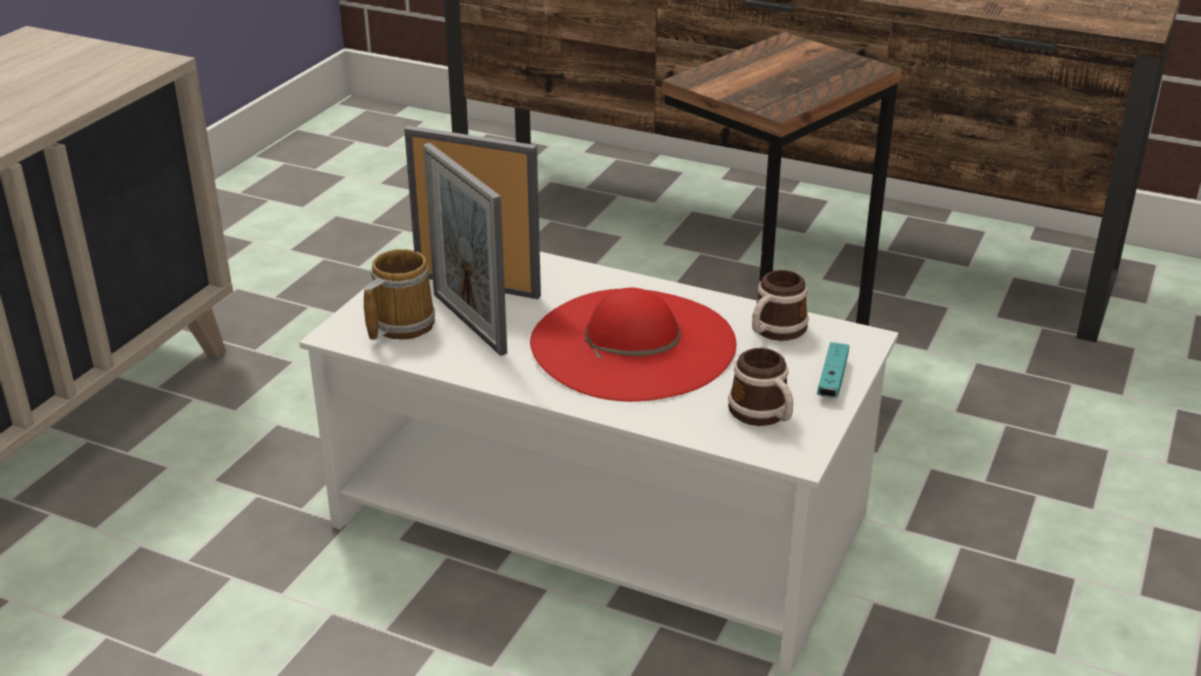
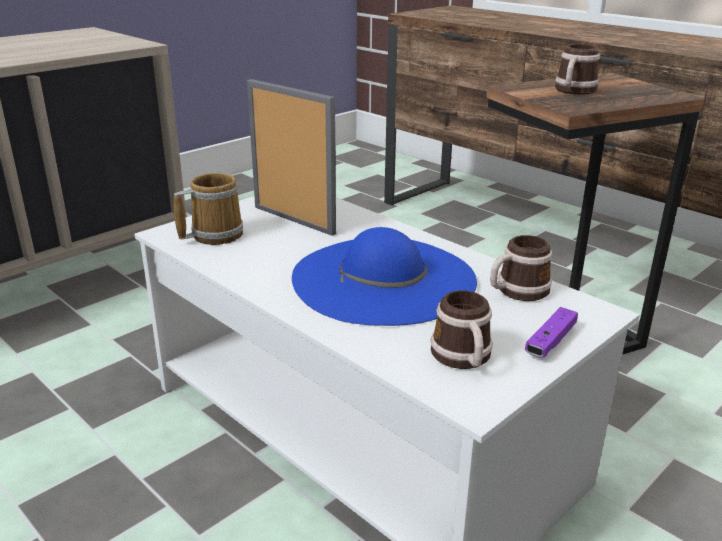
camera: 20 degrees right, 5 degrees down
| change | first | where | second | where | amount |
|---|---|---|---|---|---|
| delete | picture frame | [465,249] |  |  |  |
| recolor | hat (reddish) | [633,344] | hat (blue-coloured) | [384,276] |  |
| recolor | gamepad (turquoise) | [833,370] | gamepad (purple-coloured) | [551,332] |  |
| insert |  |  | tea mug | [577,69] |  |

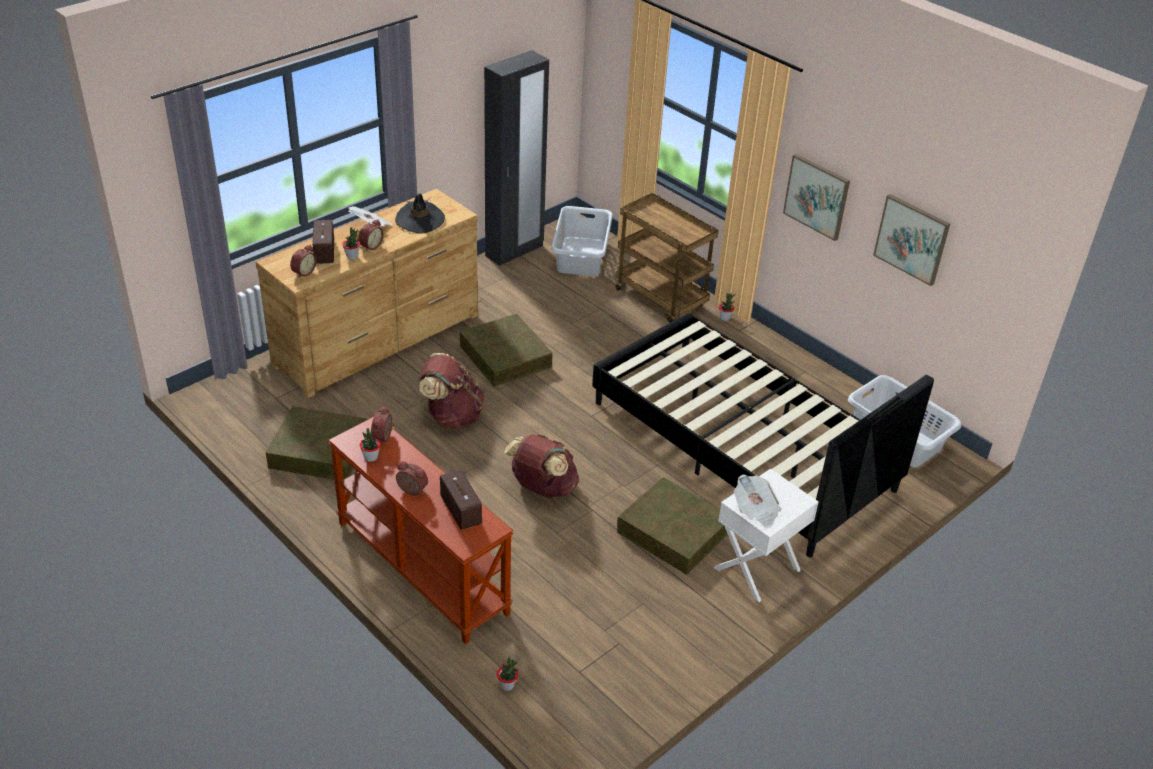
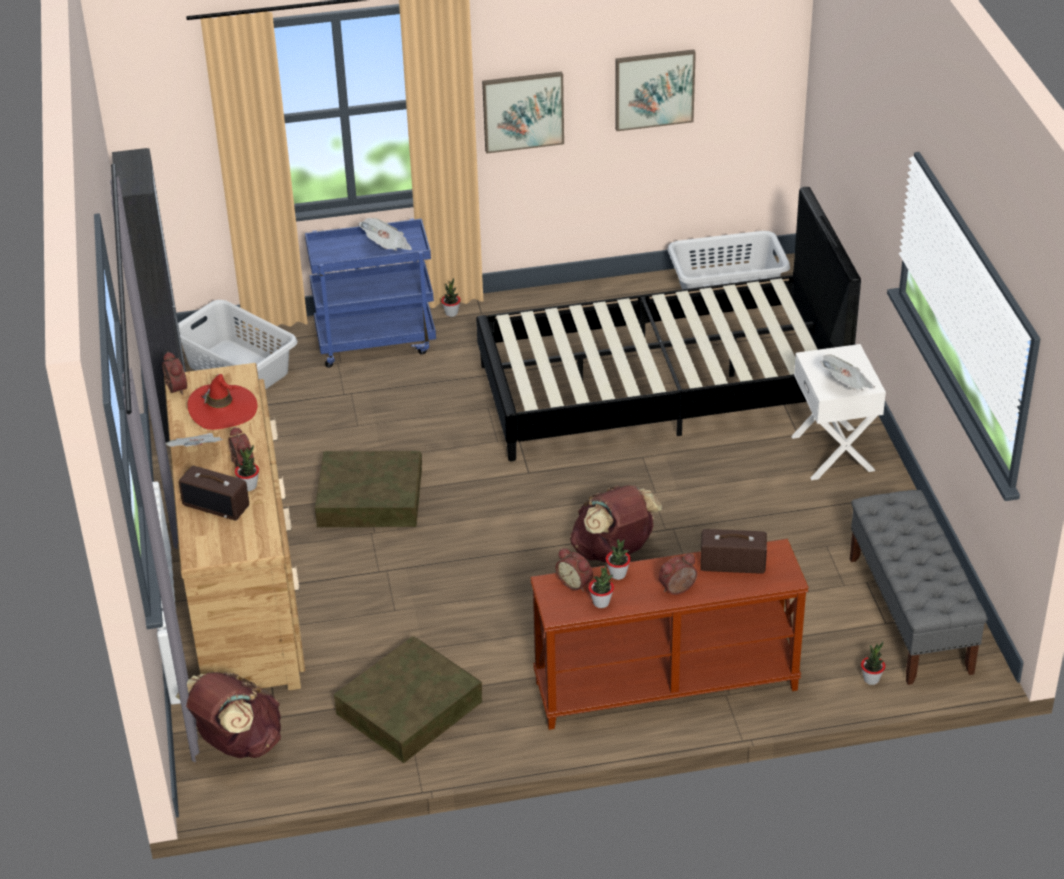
camera: 55 degrees left, 0 degrees up
| change | first | where | second | where | amount |
|---|---|---|---|---|---|
| recolor | cart (brown) | [667,258] | cart (blue-coloured) | [370,293] |  |
| recolor | hat (black-coloured) | [420,213] | hat (reddish) | [222,402] |  |
| move | bedside clock | [303,261] |  | [174,373] |  |
| move | knapsack (brown) | [452,391] |  | [228,715] |  |
| delete | storage box (brown) | [672,526] |  |  |  |
| insert |  |  | daily paper | [385,234] |  |
| insert |  |  | long seat (grey) | [919,587] |  |
| insert |  |  | potted plant | [618,559] |  |

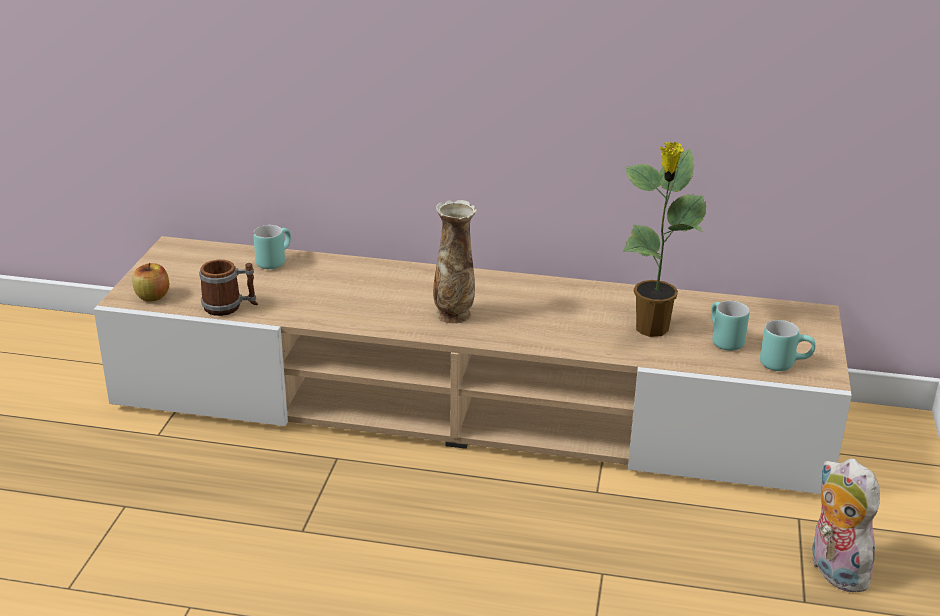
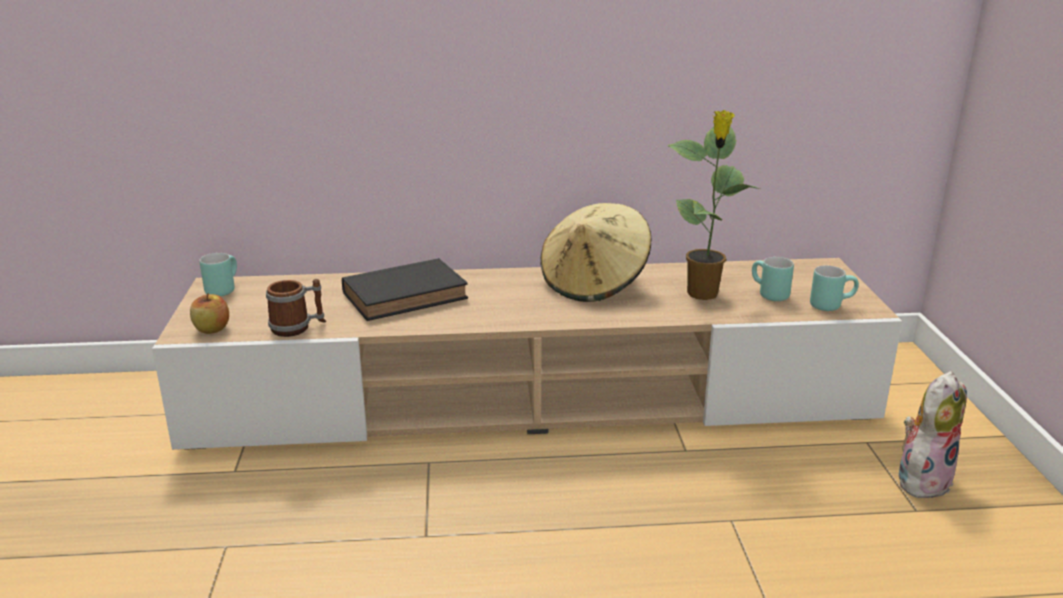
camera: 15 degrees left, 5 degrees down
| change | first | where | second | where | amount |
|---|---|---|---|---|---|
| delete | decorative vase | [455,262] |  |  |  |
| move | tea mug (turquoise) | [272,247] |  | [218,274] |  |
| rotate | soft toy | [846,525] |  | [933,434] | 90 degrees clockwise |
| insert |  |  | hat (sand-coloured) | [596,252] |  |
| insert |  |  | volume (black-coloured) | [405,289] |  |

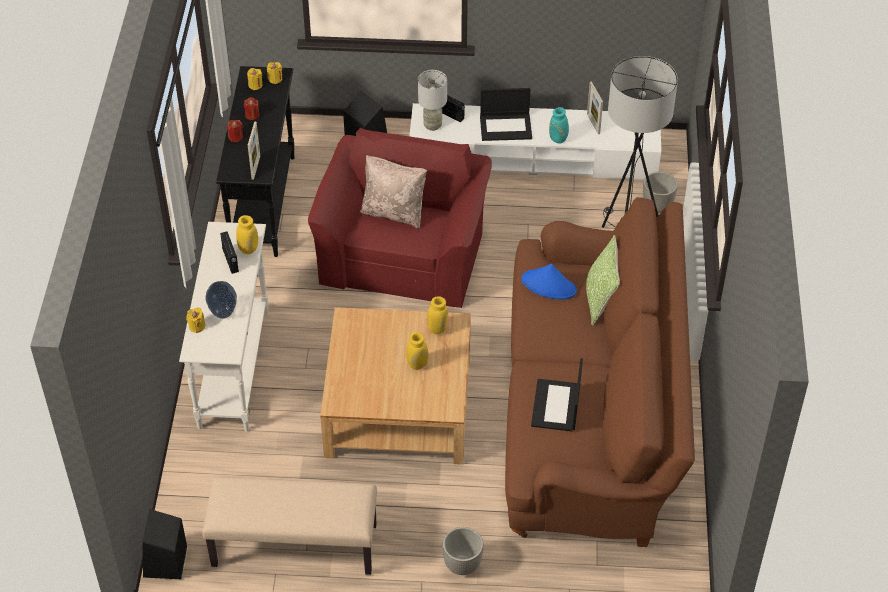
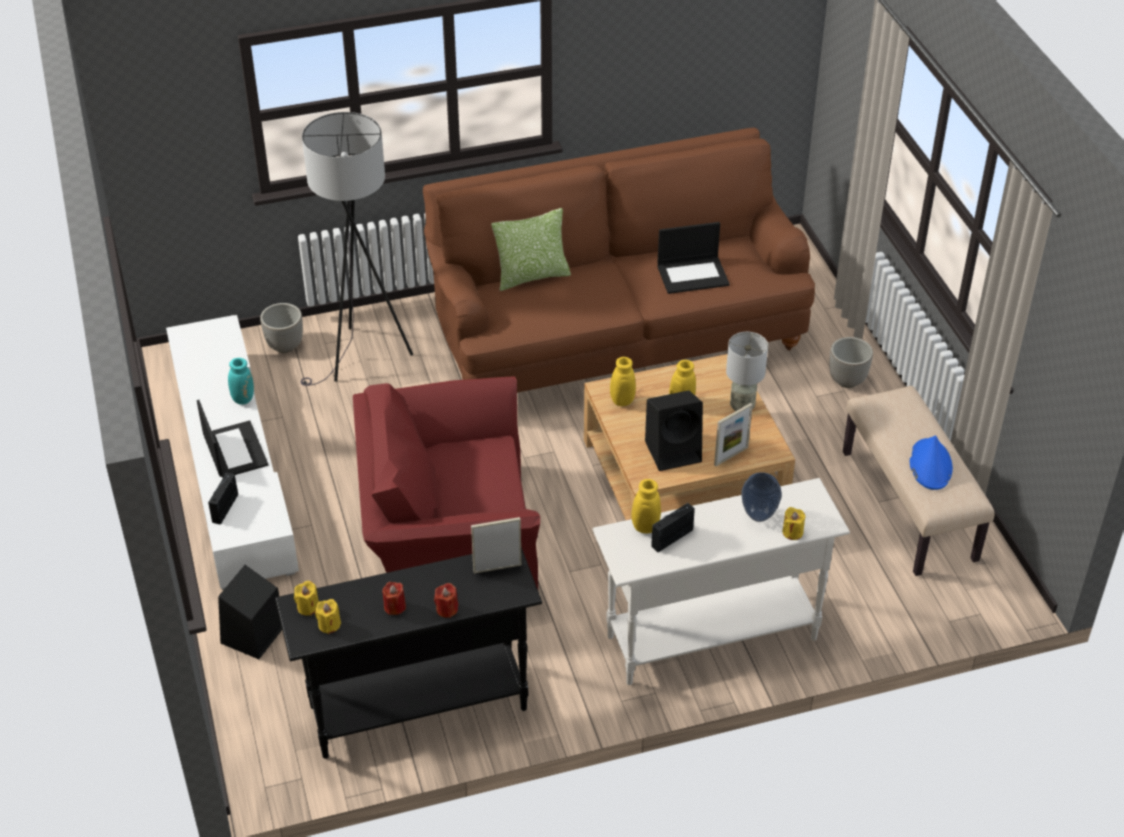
camera: 110 degrees left, 5 degrees down
| change | first | where | second | where | amount |
|---|---|---|---|---|---|
| move | tabletop lamp (grey) | [432,100] |  | [747,371] |  |
| move | picture frame | [595,107] |  | [733,434] |  |
| delete | cushion (sand-coloured) | [393,192] |  |  |  |
| move | hat (blue-coloured) | [549,281] |  | [931,462] |  |
| move | loudspeaker (black-coloured) | [164,544] |  | [674,430] |  |

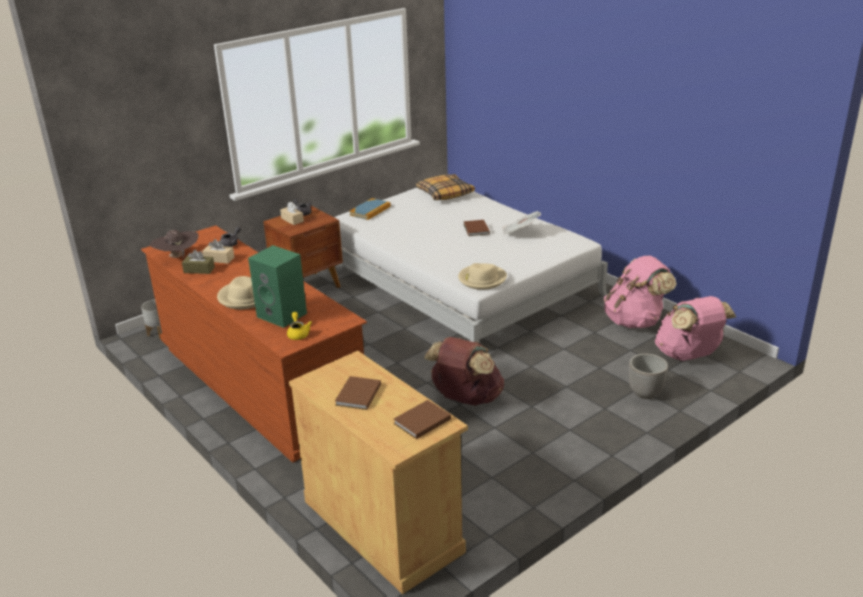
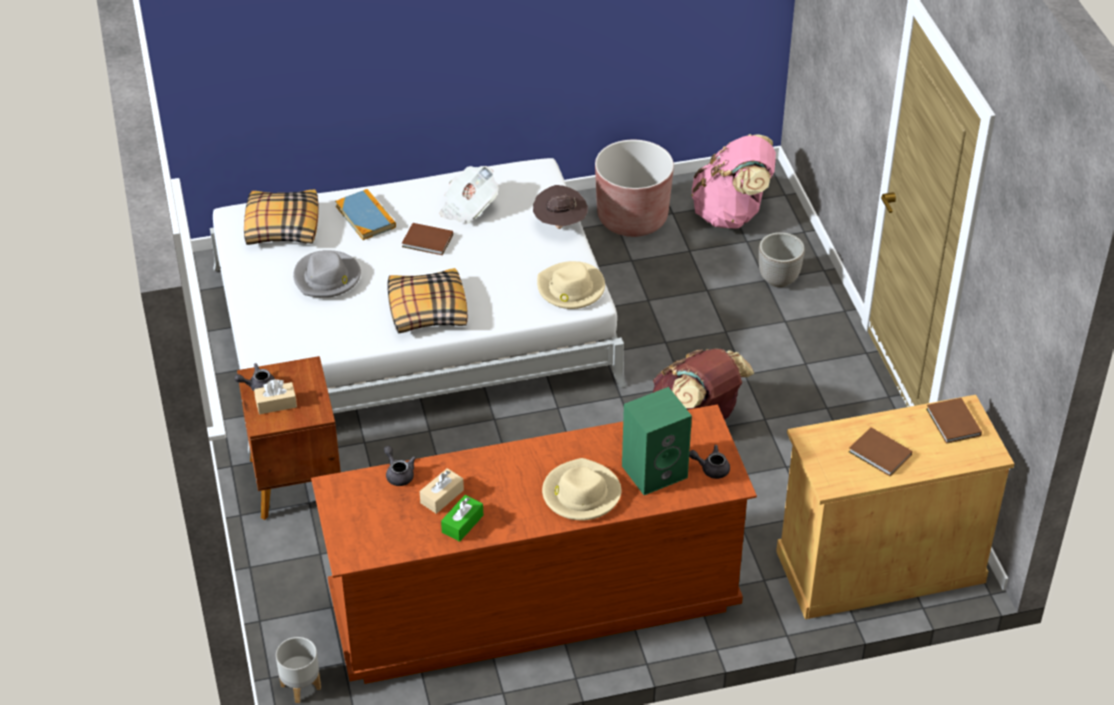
camera: 65 degrees left, 15 degrees up
| change | first | where | second | where | amount |
|---|---|---|---|---|---|
| move | volume | [370,209] |  | [365,214] |  |
| move | hat (brown) | [174,244] |  | [560,207] |  |
| recolor | tissue holder (brown) | [198,262] | tissue holder (greenish) | [462,518] |  |
| replace | knapsack (pink-coloured) | [640,292] | planter (brown) | [634,188] |  |
| recolor | pot for tea (yellowish) | [299,326] | pot for tea (grey) | [709,462] |  |
| insert |  |  | hat (grey) | [327,274] |  |
| insert |  |  | cushion | [428,300] |  |

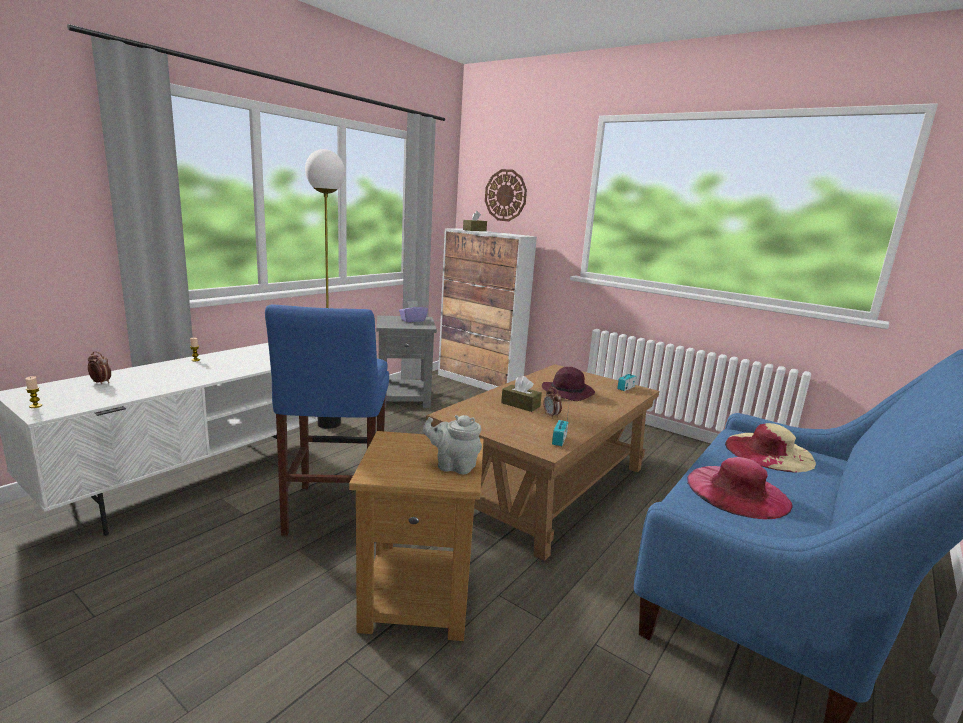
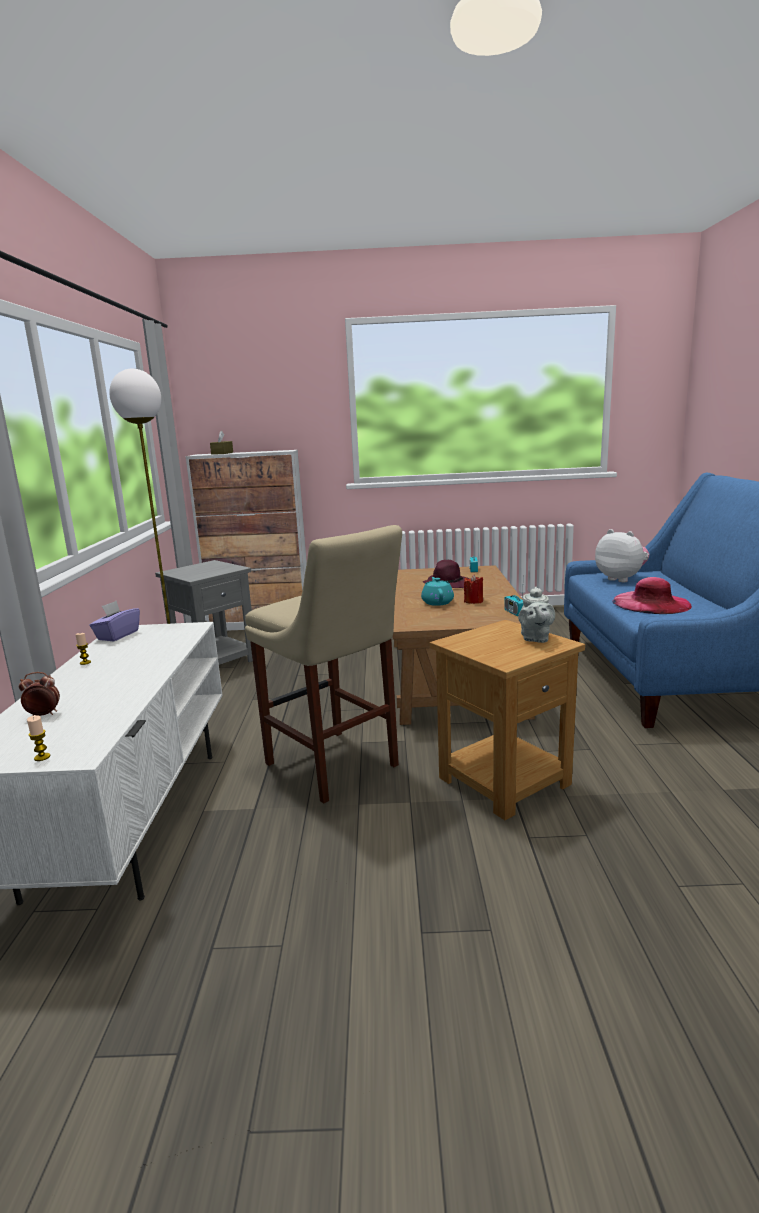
camera: 35 degrees left, 0 degrees up
| change | first | where | second | where | amount |
|---|---|---|---|---|---|
| delete | wall clock | [506,195] |  |  |  |
| move | tissue holder (purple-coloured) | [413,311] |  | [115,621] |  |
| recolor | sitting stool (blue-coloured) | [327,420] | sitting stool (sand-coloured) | [323,664] |  |
| replace | tissue holder (brown) | [521,394] | pot for tea (turquoise) | [437,591] |  |
| replace | bedside clock | [553,403] | wax light (reddish) | [473,589] |  |
| rotate | pot for tea (grey) | [452,444] |  | [536,615] | 60 degrees counterclockwise |
| replace | hat (sand-coloured) | [770,448] | soft toy | [622,555] |  |

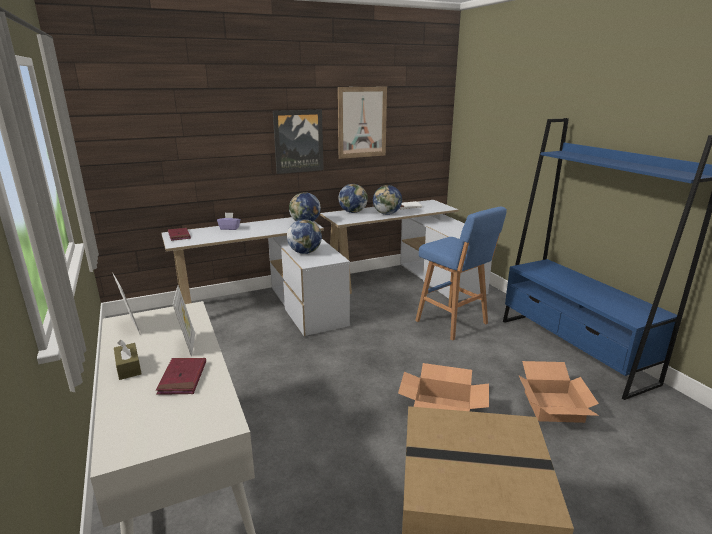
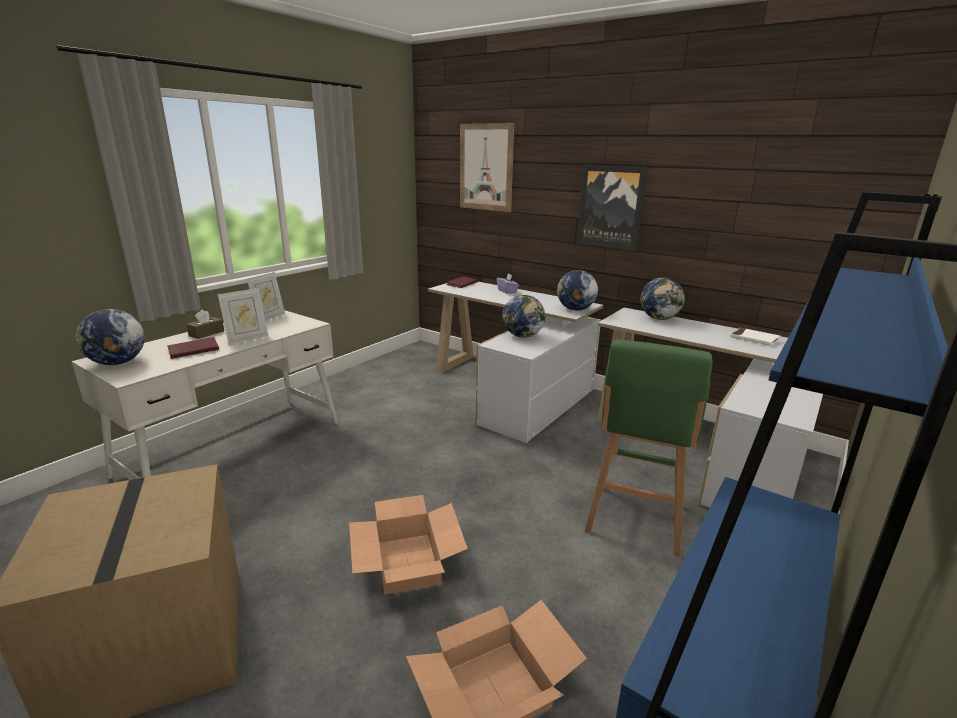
camera: 60 degrees right, 0 degrees up
| change | first | where | second | where | amount |
|---|---|---|---|---|---|
| move | picture | [362,123] |  | [487,167] |  |
| move | desk globe | [387,200] |  | [110,337] |  |
| recolor | sitting stool (blue-coloured) | [461,273] | sitting stool (greenish) | [648,448] |  |

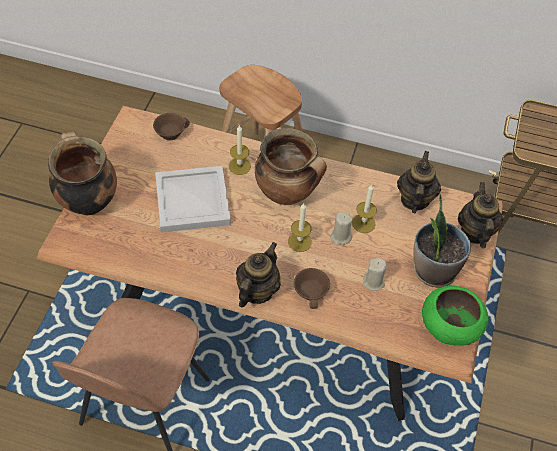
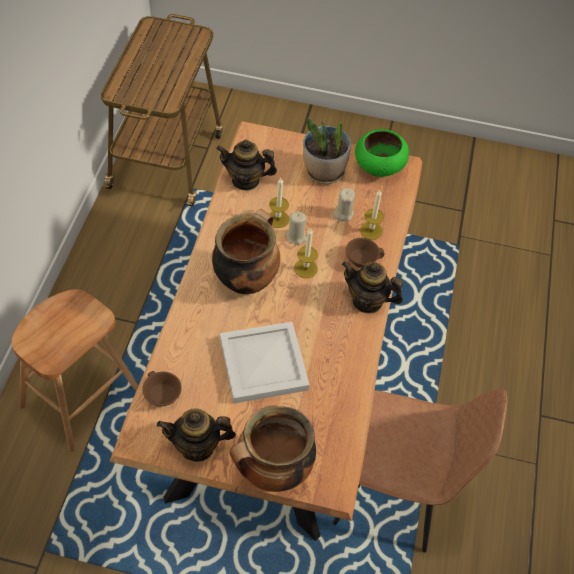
camera: 95 degrees left, 0 degrees up
| change | first | where | second | where | amount |
|---|---|---|---|---|---|
| move | wax light | [240,150] |  | [372,215] |  |
| move | pot for tea | [481,215] |  | [196,435] |  |

